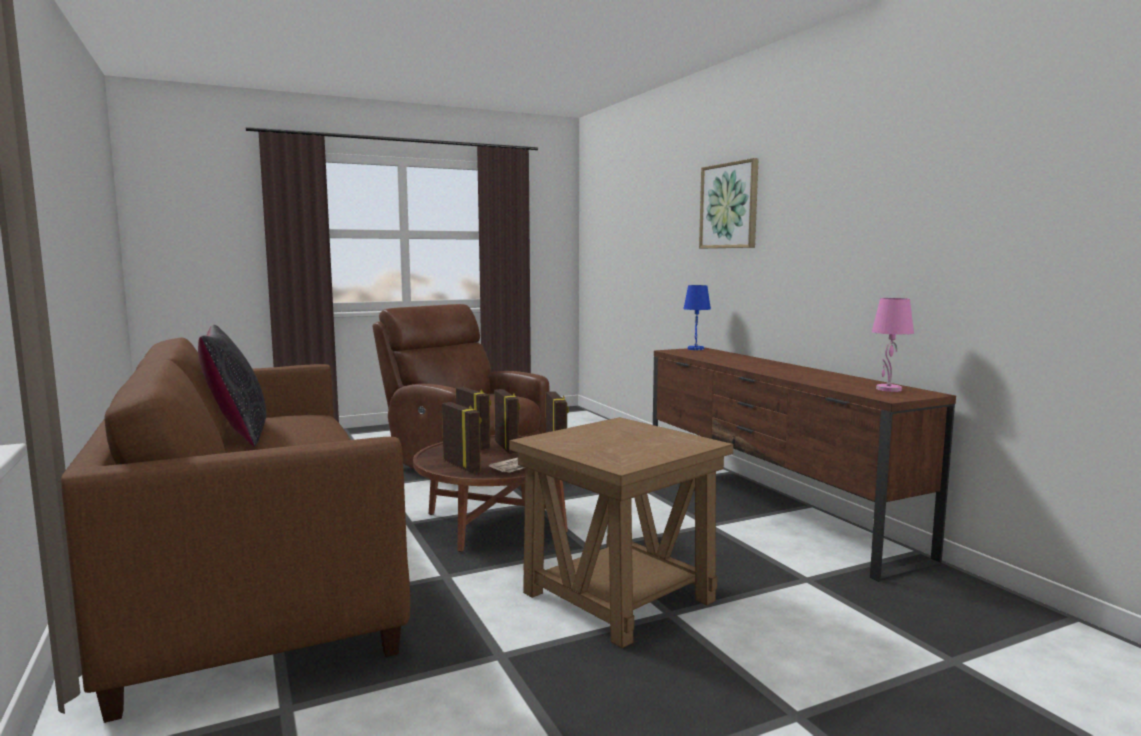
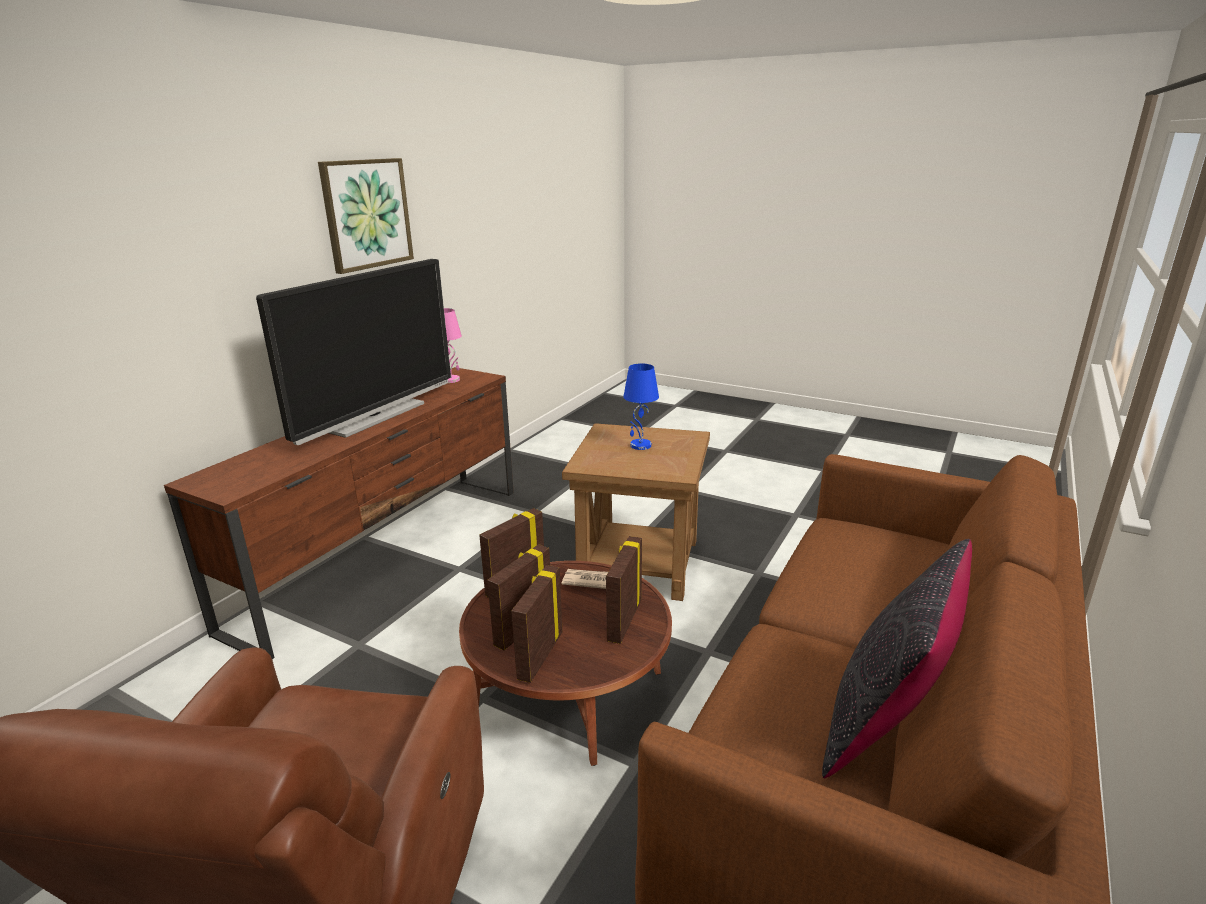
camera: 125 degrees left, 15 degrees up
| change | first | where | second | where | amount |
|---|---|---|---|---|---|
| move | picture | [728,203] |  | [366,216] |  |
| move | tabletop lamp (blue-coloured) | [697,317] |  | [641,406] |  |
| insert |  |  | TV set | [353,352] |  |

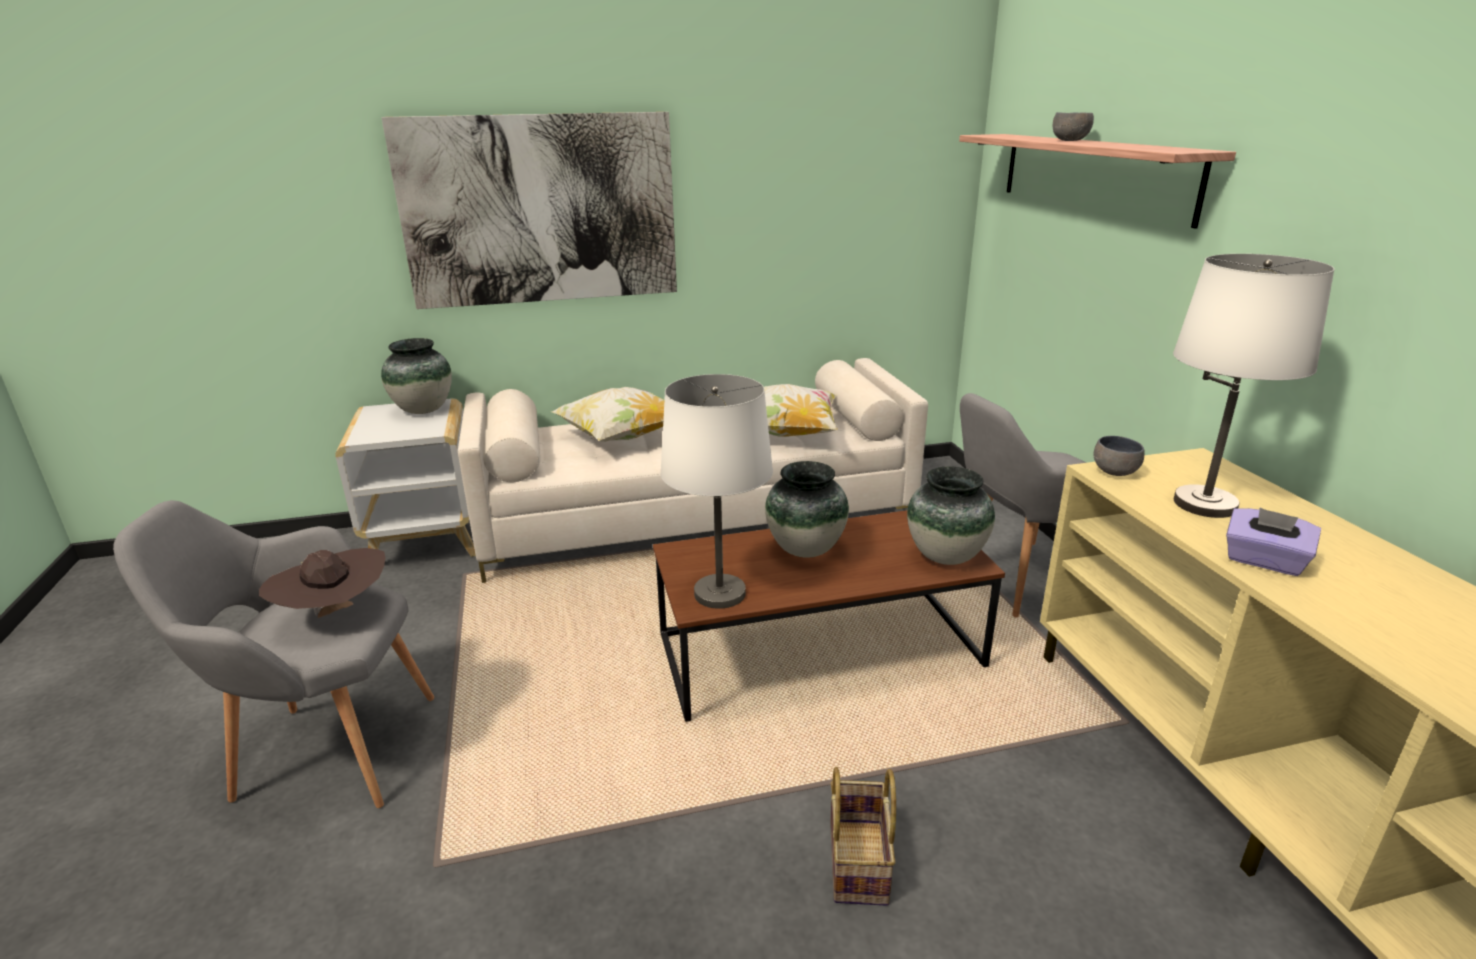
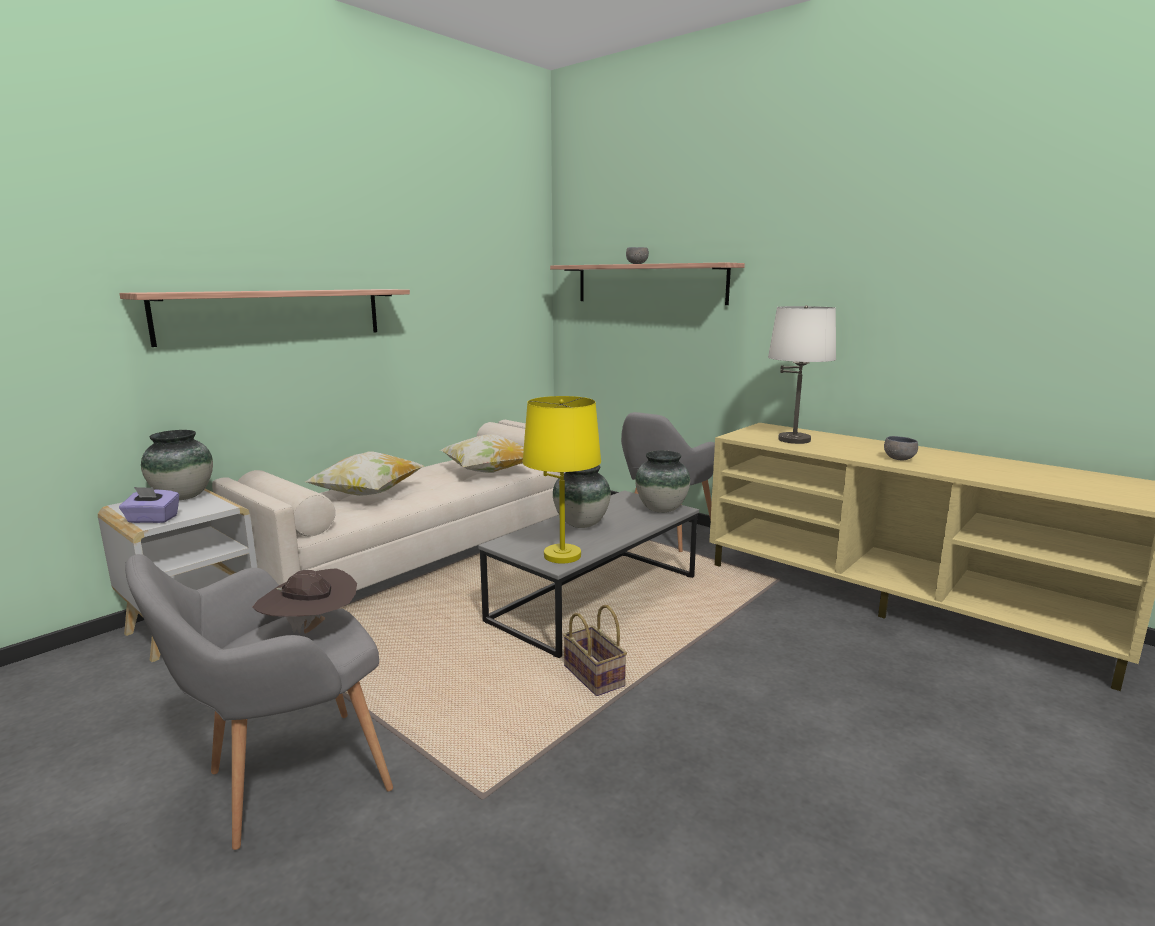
camera: 35 degrees left, 10 degrees down
| change | first | where | second | where | amount |
|---|---|---|---|---|---|
| replace | picture | [529,210] | bracket shelf | [264,318] |  |
| recolor | tabletop lamp (white-coloured) | [716,491] | tabletop lamp (yellowish) | [561,480] |  |
| move | bowl (grey) | [1119,456] |  | [901,448] |  |
| move | tissue holder (purple-coloured) | [1273,542] |  | [149,505] |  |
| recolor | coffee table (brown) | [829,616] | coffee table (grey) | [588,574] |  |
| move | household basket | [863,836] |  | [595,650] |  |

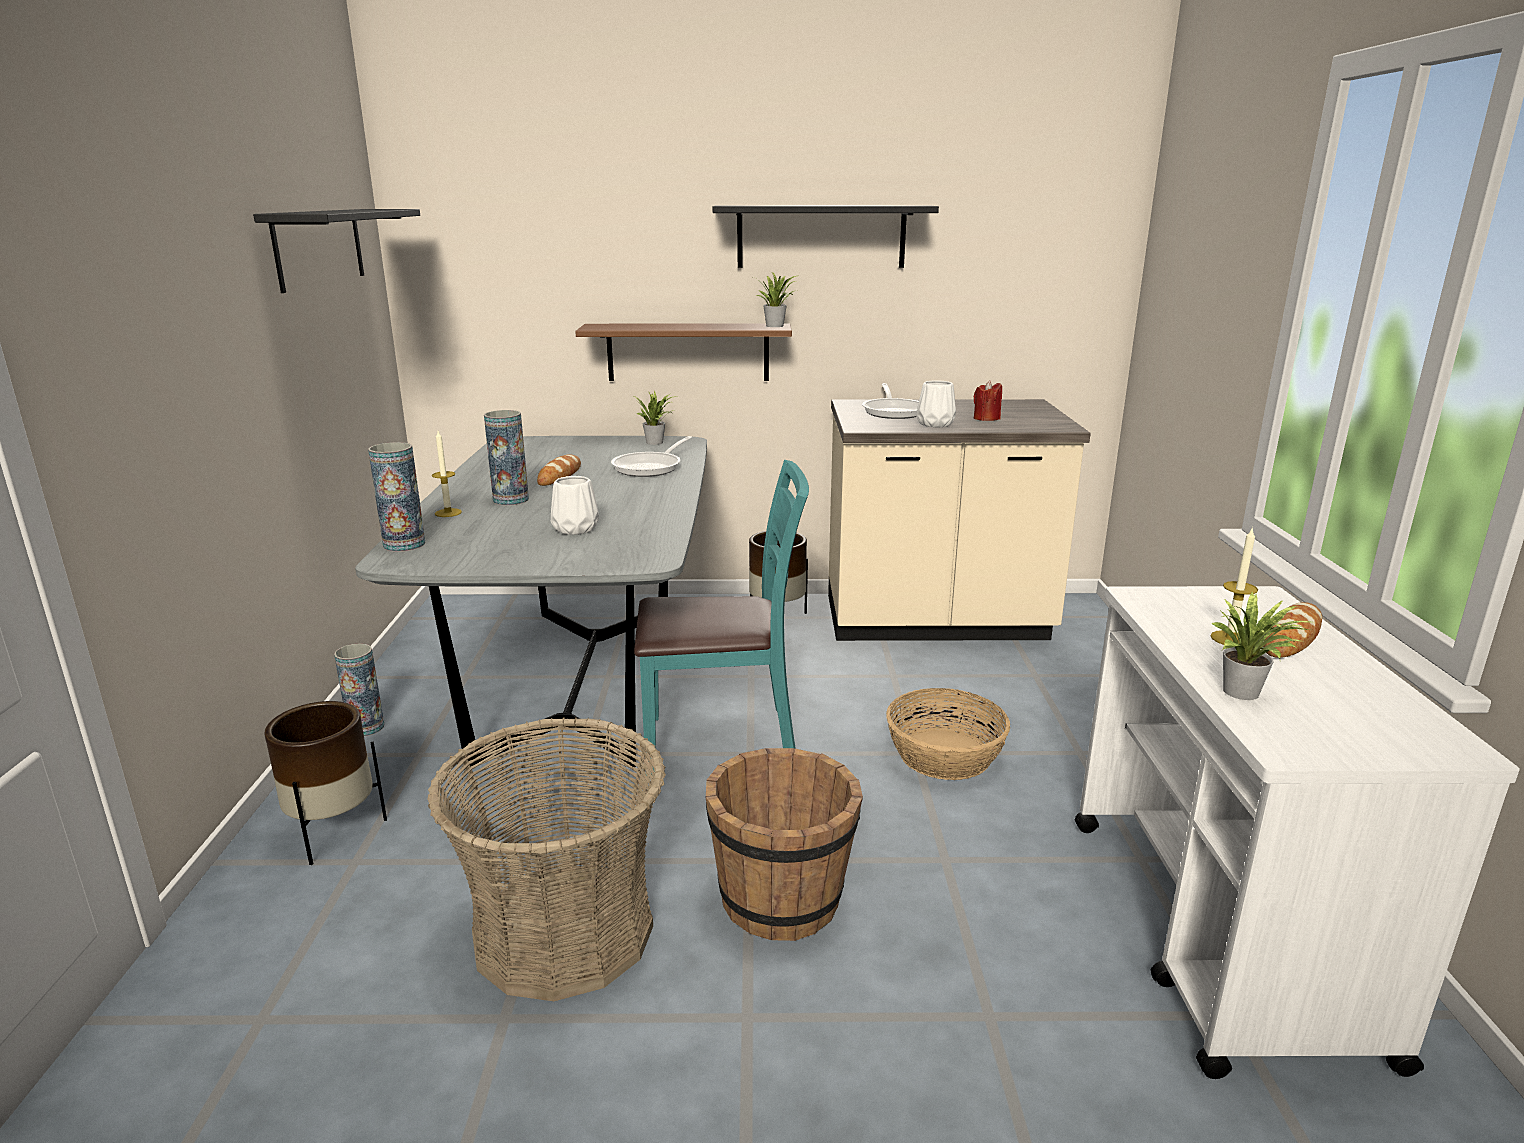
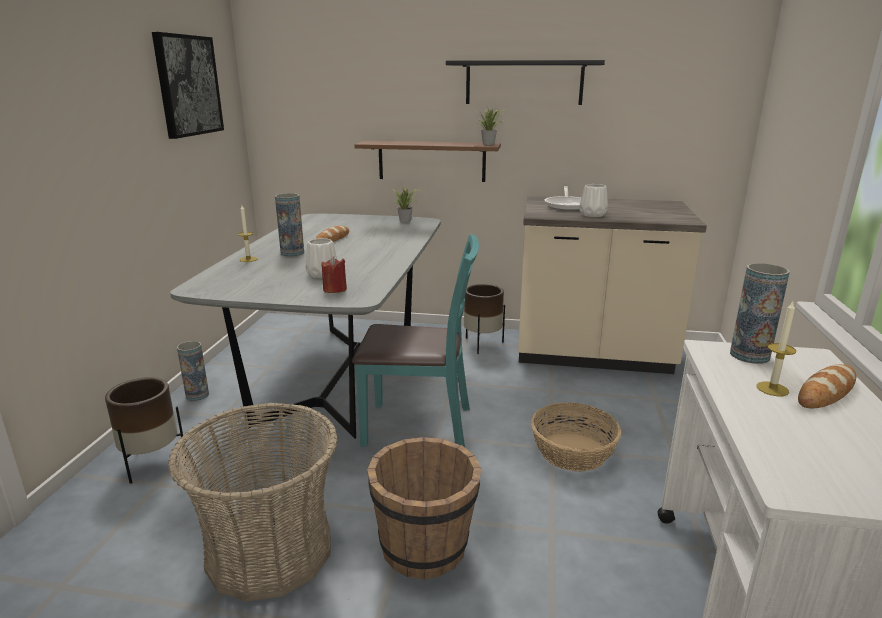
camera: 10 degrees right, 0 degrees up
| change | first | where | second | where | amount |
|---|---|---|---|---|---|
| replace | bracket shelf (black-coloured) | [336,251] | picture | [188,85] |  |
| move | wax light (reddish) | [988,401] |  | [334,274] |  |
| delete | frying pan | [651,456] |  |  |  |
| move | decorative vase | [396,497] |  | [760,313] |  |
| delete | potted plant | [1261,646] |  |  |  |

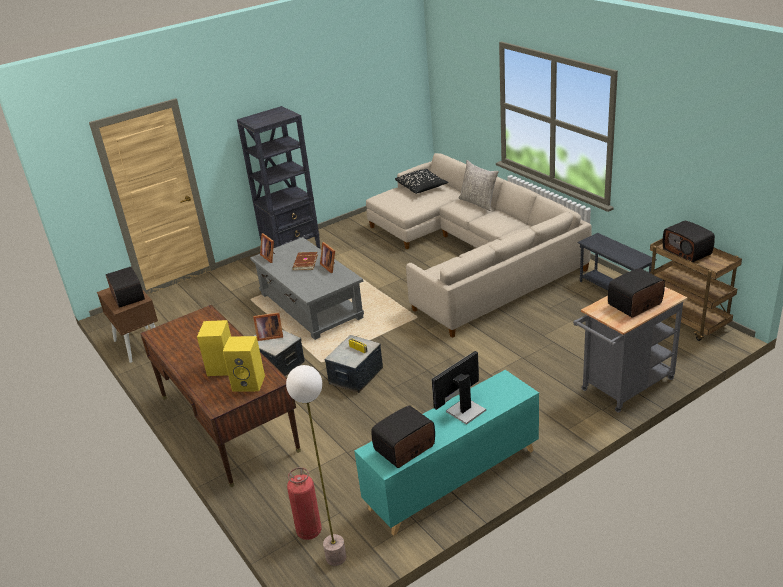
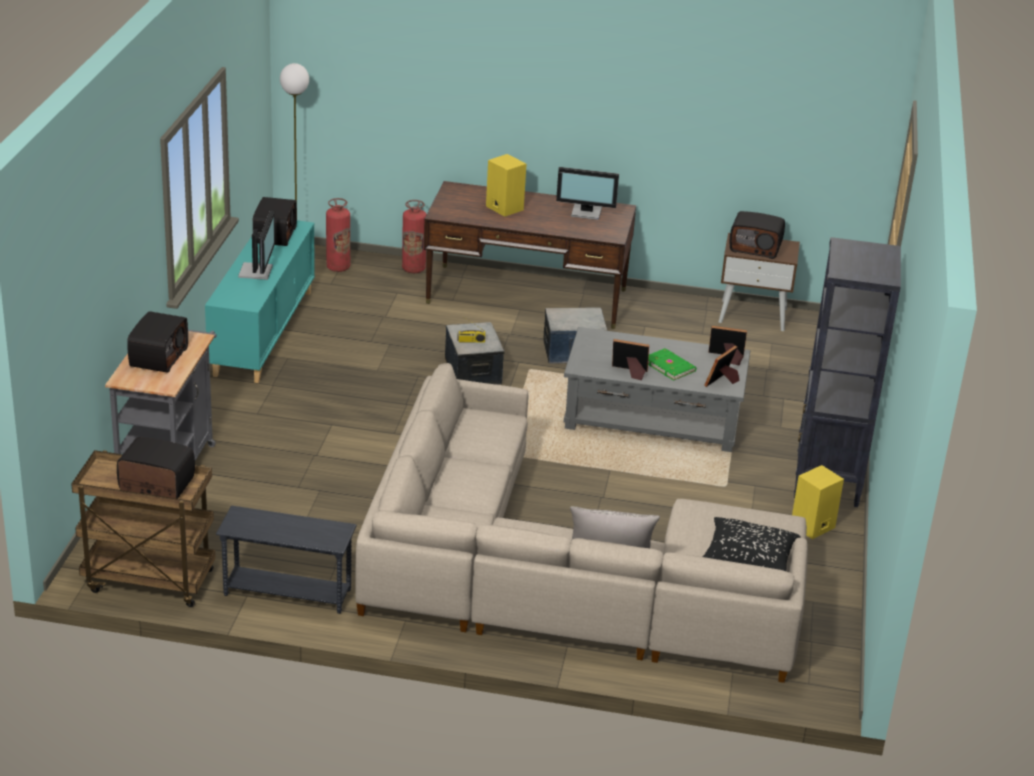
camera: 130 degrees right, 0 degrees up
| change | first | where | second | where | amount |
|---|---|---|---|---|---|
| recolor | volume (brown) | [305,261] | volume (greenish) | [672,364] |  |
| move | picture frame | [268,327] |  | [722,366] |  |
| move | loudspeaker (yellowish) | [244,363] |  | [818,502] |  |
| insert |  |  | monitor | [587,193] |  |
| insert |  |  | fire-fighting cylinder | [414,236] |  |

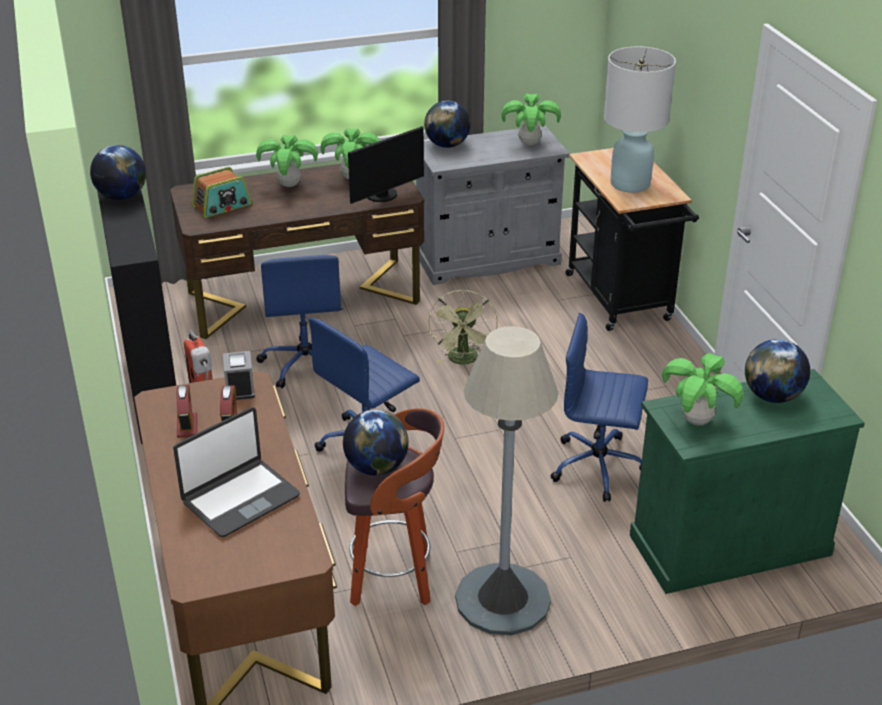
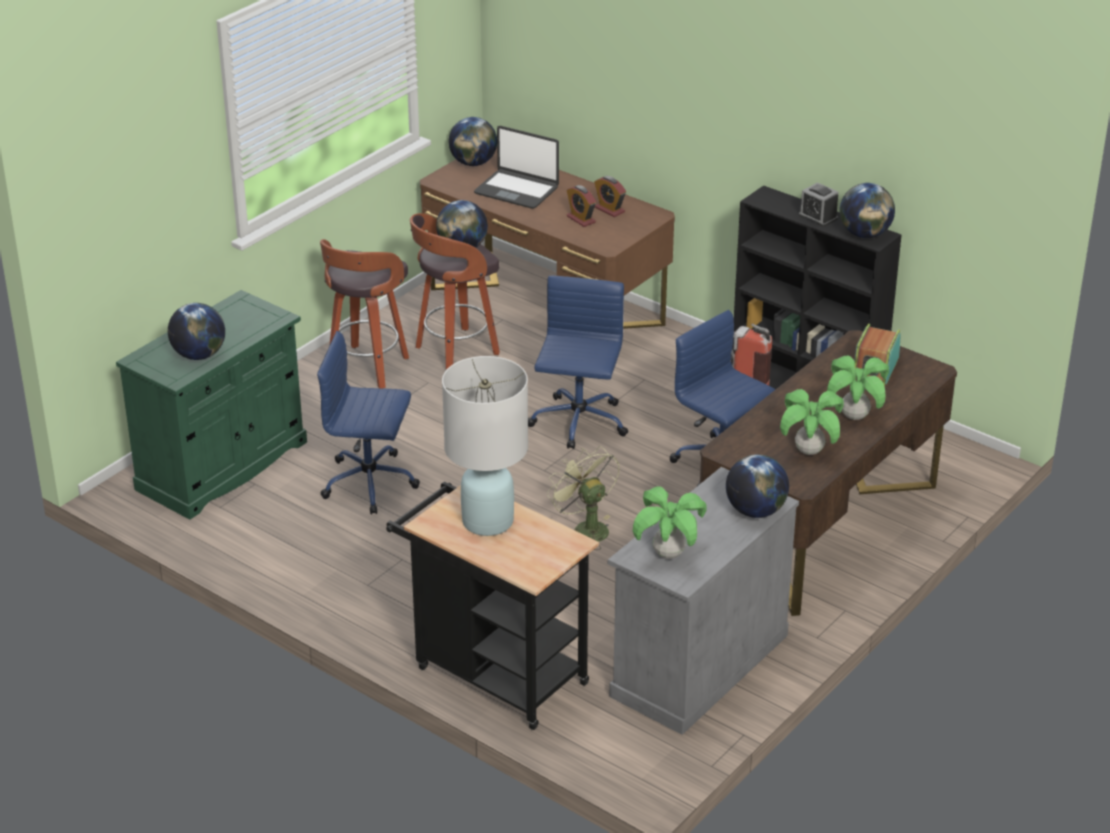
camera: 145 degrees right, 0 degrees up
| change | first | where | second | where | amount |
|---|---|---|---|---|---|
| delete | monitor | [386,165] |  |  |  |
| rotate | office chair (blue-coloured) | [599,407] |  | [368,423] | 150 degrees counterclockwise |
| replace | standing lamp (grey) | [506,480] | sitting stool | [364,313] |  |
| move | bedside clock | [239,375] |  | [819,204] |  |
| delete | potted plant | [702,389] |  |  |  |
| rotate | laptop | [236,472] |  | [516,167] | 75 degrees counterclockwise |
| insert |  |  | desk globe | [473,141] |  |

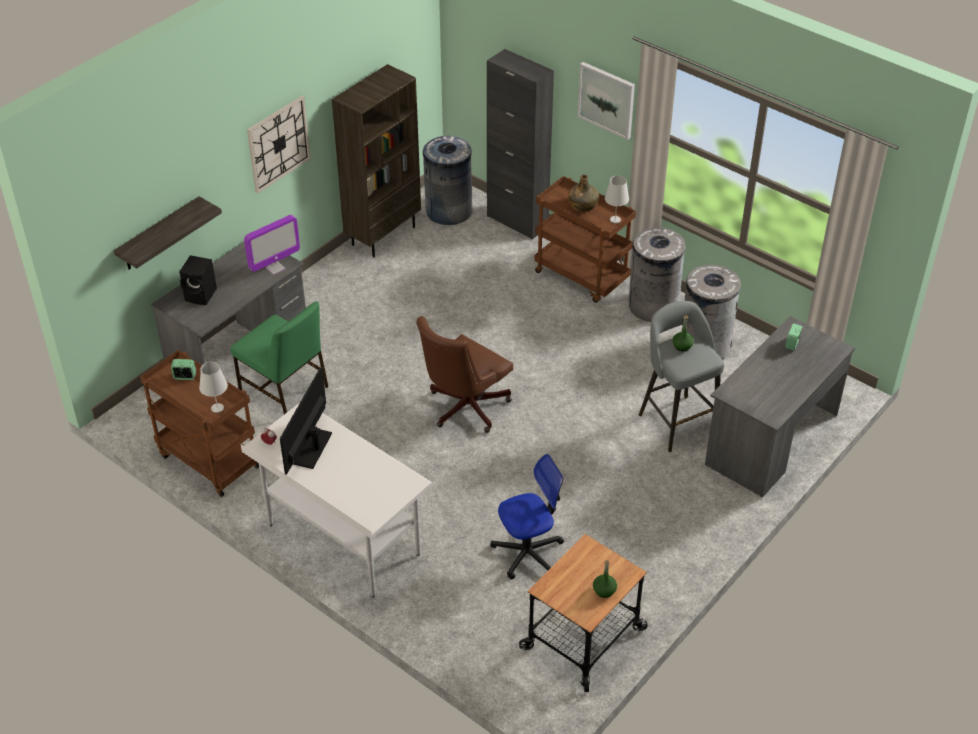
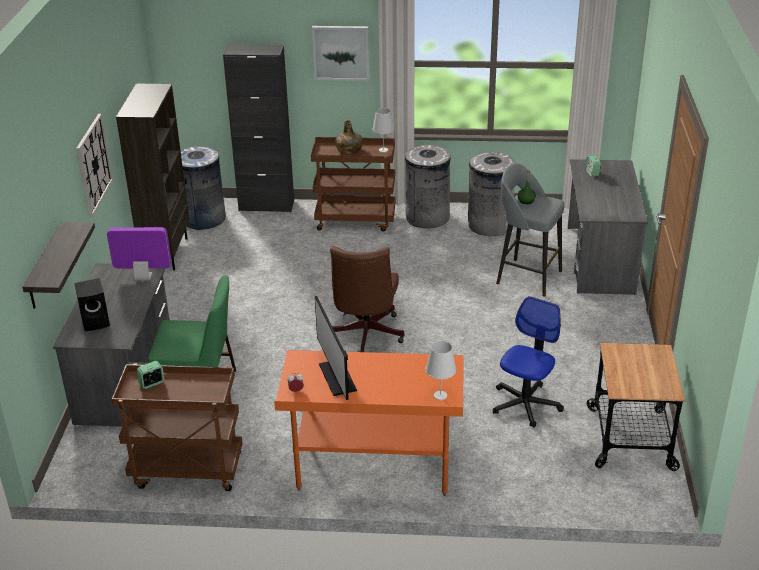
camera: 35 degrees left, 10 degrees down
| change | first | where | second | where | amount |
|---|---|---|---|---|---|
| rotate | monitor | [272,245] |  | [139,254] | 105 degrees counterclockwise |
| move | tabletop lamp (white-coloured) | [213,387] |  | [441,370] |  |
| recolor | desk (white-coloured) | [337,500] | desk (orange) | [369,423] |  |
| delete | drink bottle (greenish) | [605,579] |  |  |  |

